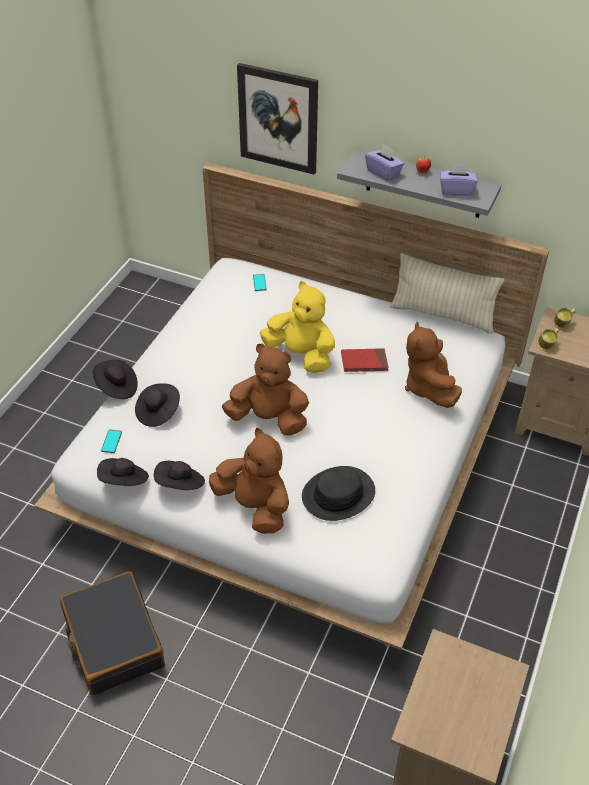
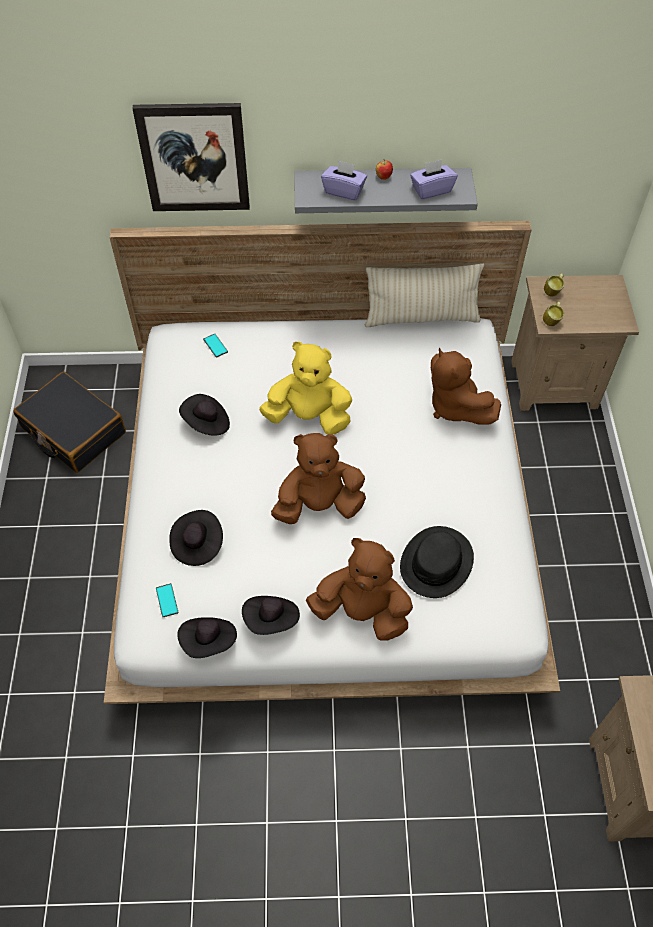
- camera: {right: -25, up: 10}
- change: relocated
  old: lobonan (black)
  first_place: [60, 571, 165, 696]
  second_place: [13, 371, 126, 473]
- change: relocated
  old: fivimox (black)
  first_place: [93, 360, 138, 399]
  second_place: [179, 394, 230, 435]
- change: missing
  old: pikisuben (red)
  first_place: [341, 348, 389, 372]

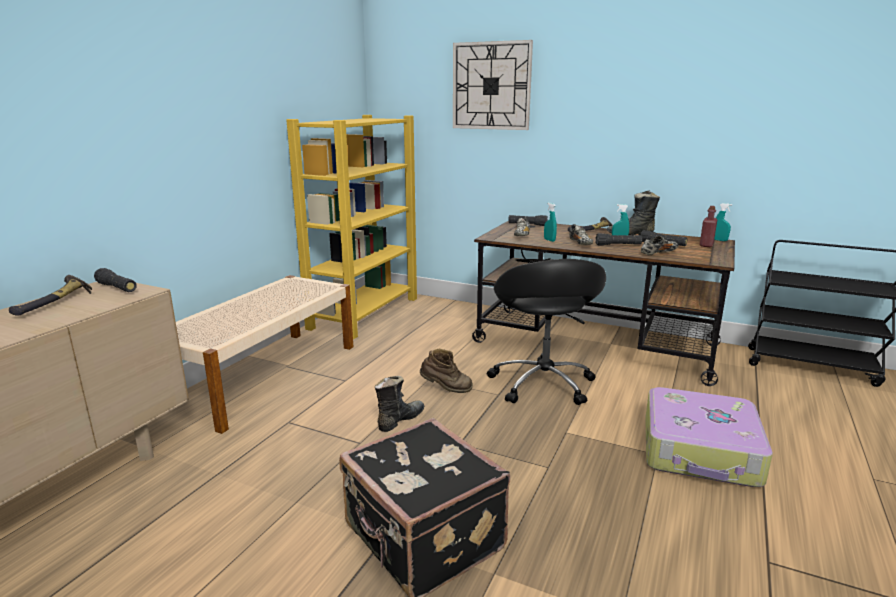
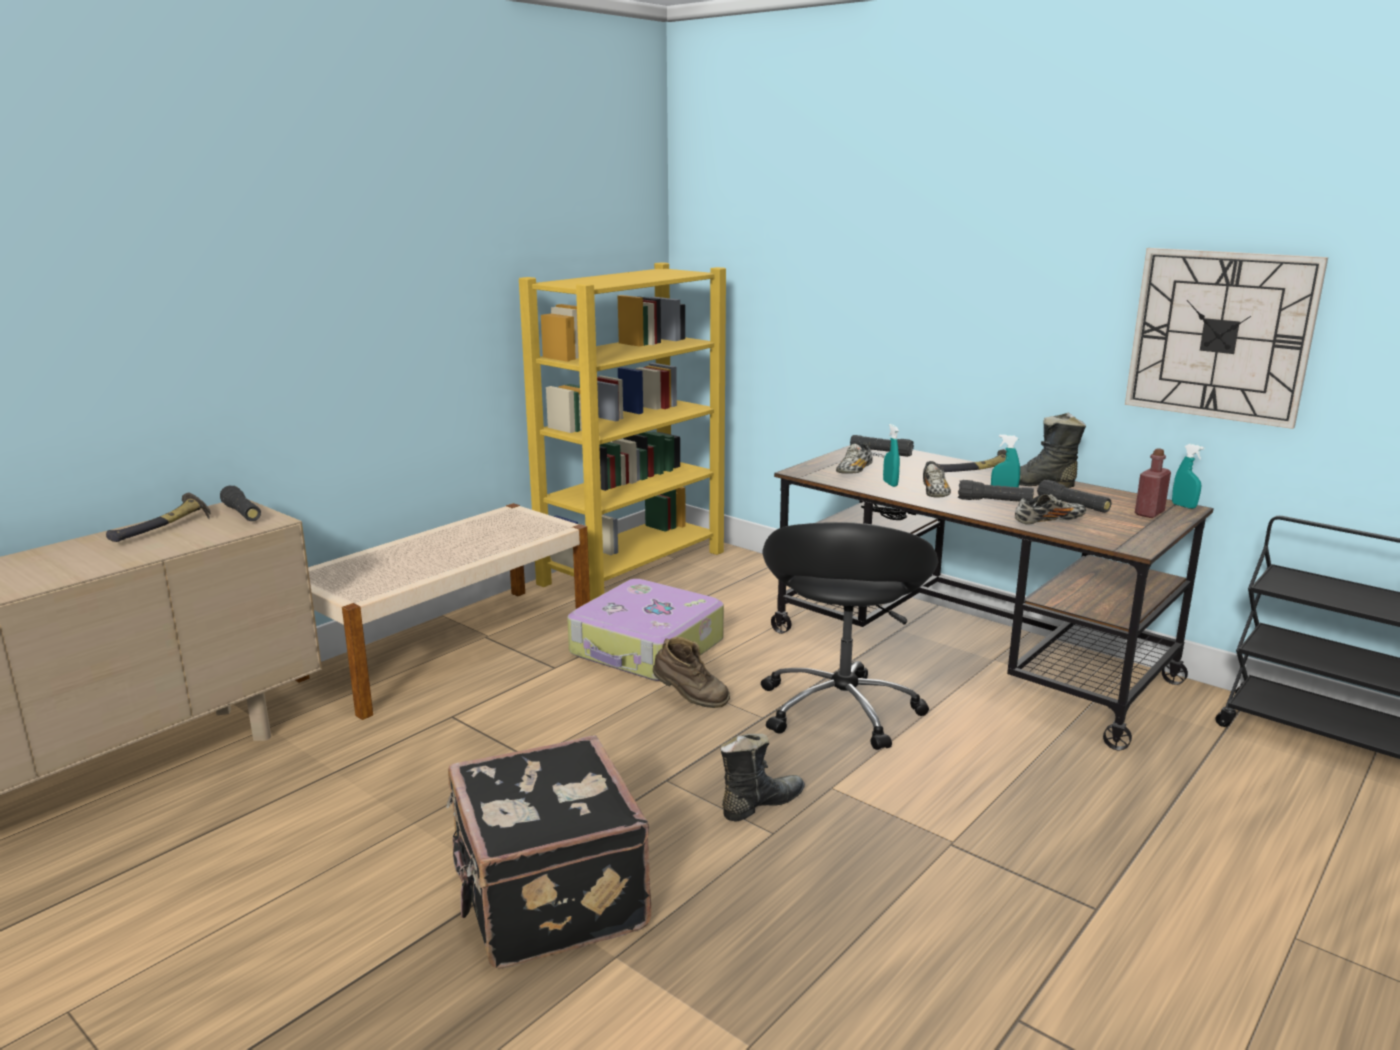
- camera: {right: 15, up: 0}
- change: relocated
  old: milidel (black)
  first_place: [375, 376, 424, 432]
  second_place: [720, 733, 805, 821]
- change: relocated
  old: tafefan
  first_place: [453, 40, 533, 130]
  second_place: [1125, 248, 1328, 429]
- change: relocated
  old: lobonan
  first_place: [645, 387, 773, 487]
  second_place: [567, 579, 724, 681]

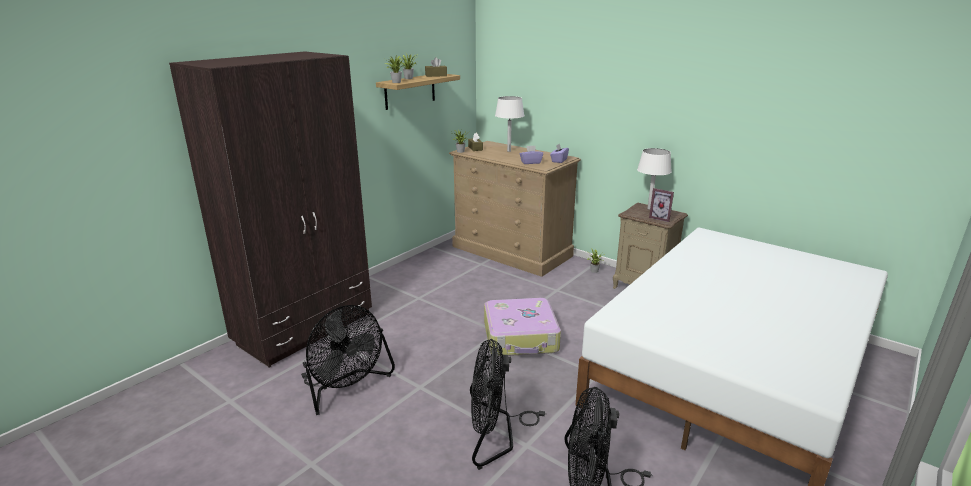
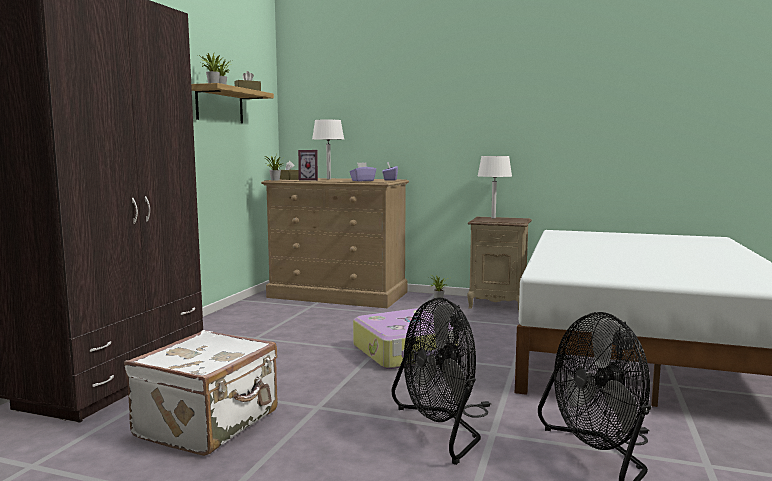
- camera: {right: -20, up: -15}
- change: exchanged
  old: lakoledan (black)
  new: lobonan (white)
  first_place: [301, 305, 395, 415]
  second_place: [124, 330, 278, 456]
- change: relocated
  old: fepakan
  first_place: [649, 188, 674, 222]
  second_place: [298, 150, 318, 181]

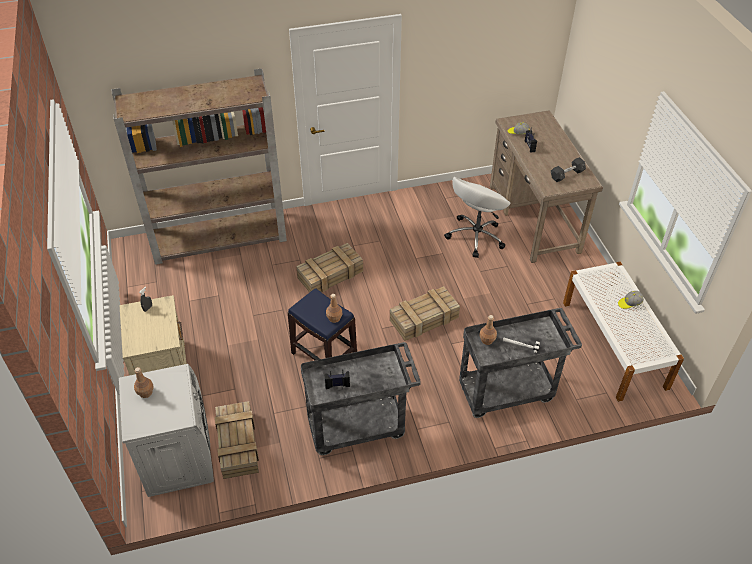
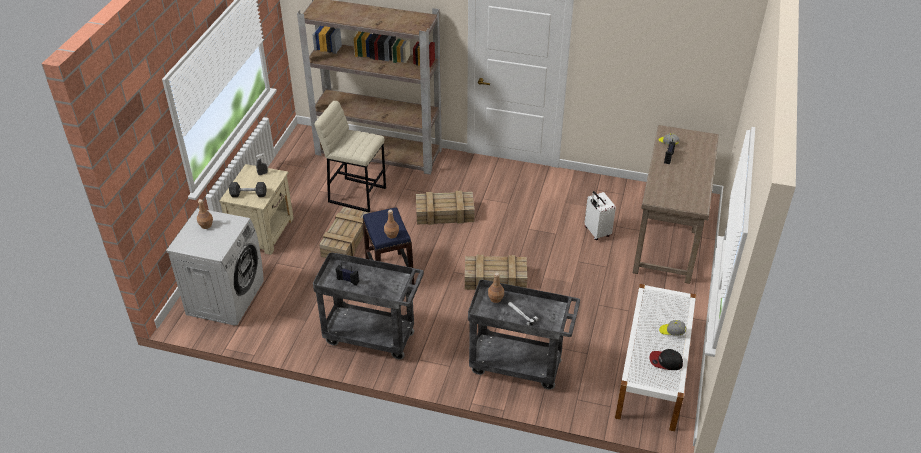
- camera: {right: 30, up: -5}
- change: relocated
  old: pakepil
  first_place: [215, 401, 259, 479]
  second_place: [319, 207, 369, 258]
- change: exchanged
  old: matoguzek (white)
  new: lobonan (white)
  first_place: [444, 177, 510, 258]
  second_place: [585, 191, 616, 240]
- change: relocated
  old: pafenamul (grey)
  first_place: [551, 157, 586, 182]
  second_place: [229, 182, 267, 197]
- change: appeared
  new: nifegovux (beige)
  second_place: [314, 101, 386, 213]
- change: appeared
  new: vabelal
  second_place: [650, 349, 683, 370]

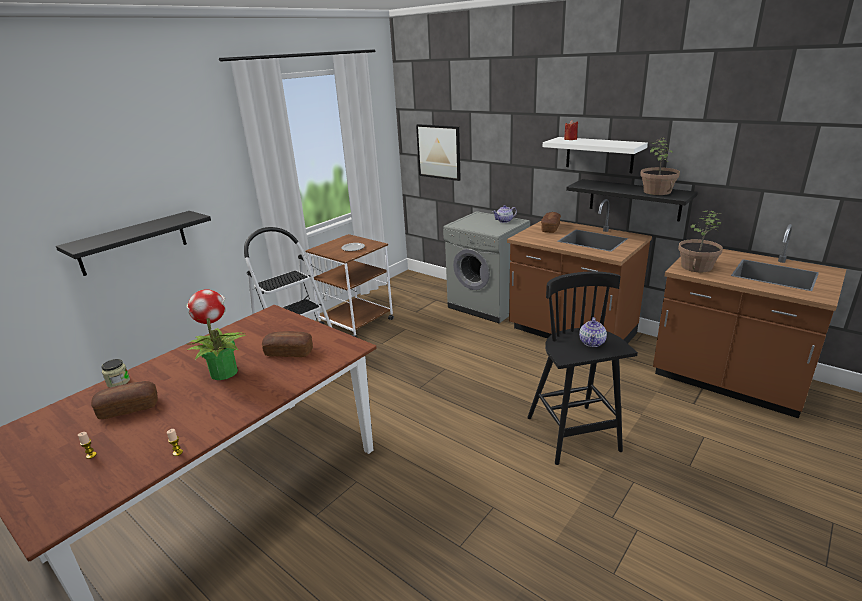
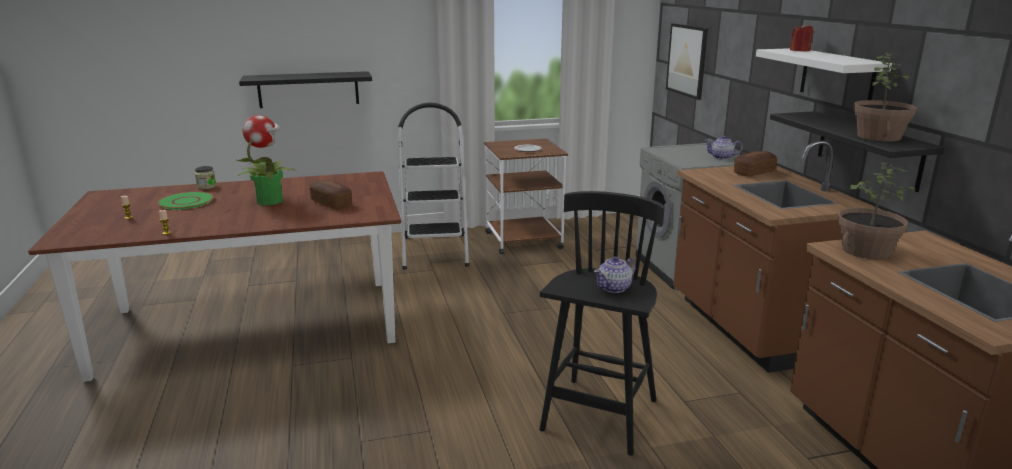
- camera: {right: 35, up: -5}
- change: exchanged
  old: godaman
  new: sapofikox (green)
  first_place: [91, 381, 158, 419]
  second_place: [157, 192, 214, 210]

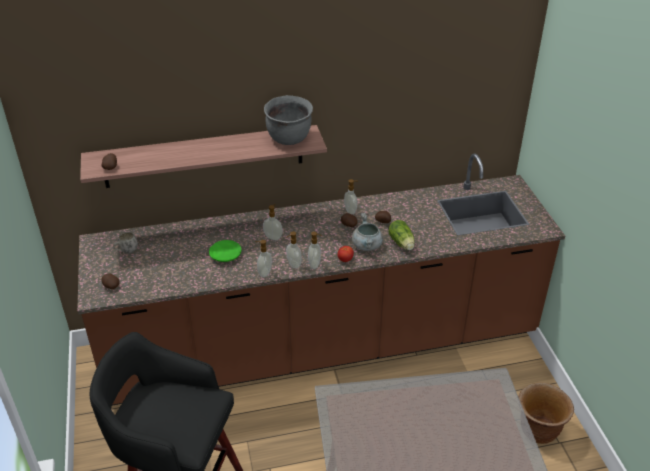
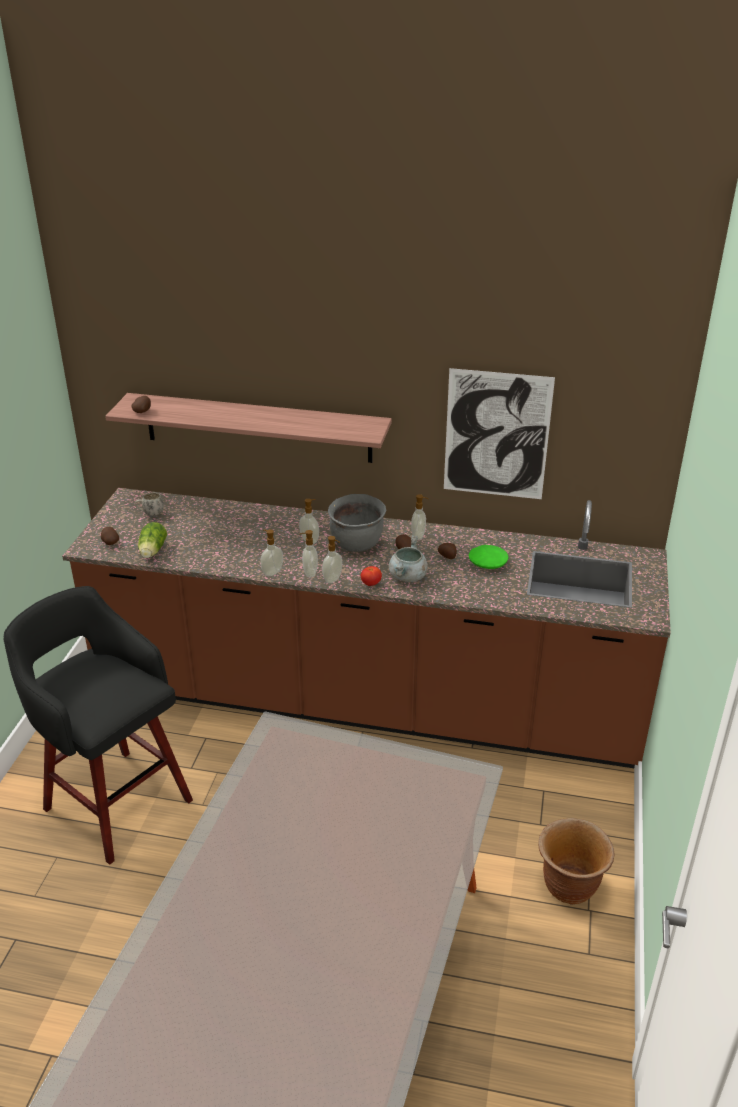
- camera: {right: 25, up: -5}
- change: relocated
  old: sapofikox (green)
  first_place: [209, 240, 241, 262]
  second_place: [469, 545, 508, 569]
- change: relocated
  old: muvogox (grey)
  first_place: [264, 95, 313, 145]
  second_place: [328, 494, 386, 552]
- change: relocated
  old: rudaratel
  first_place: [388, 220, 415, 250]
  second_place: [138, 522, 167, 558]
- change: appeared
  new: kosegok
  second_place: [444, 368, 555, 499]

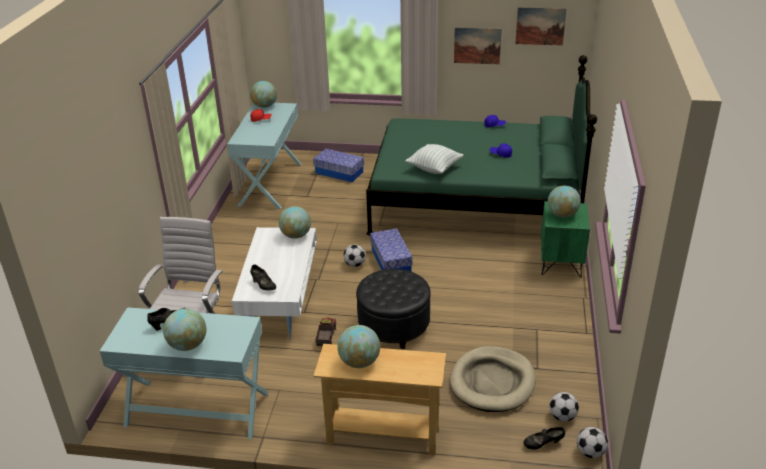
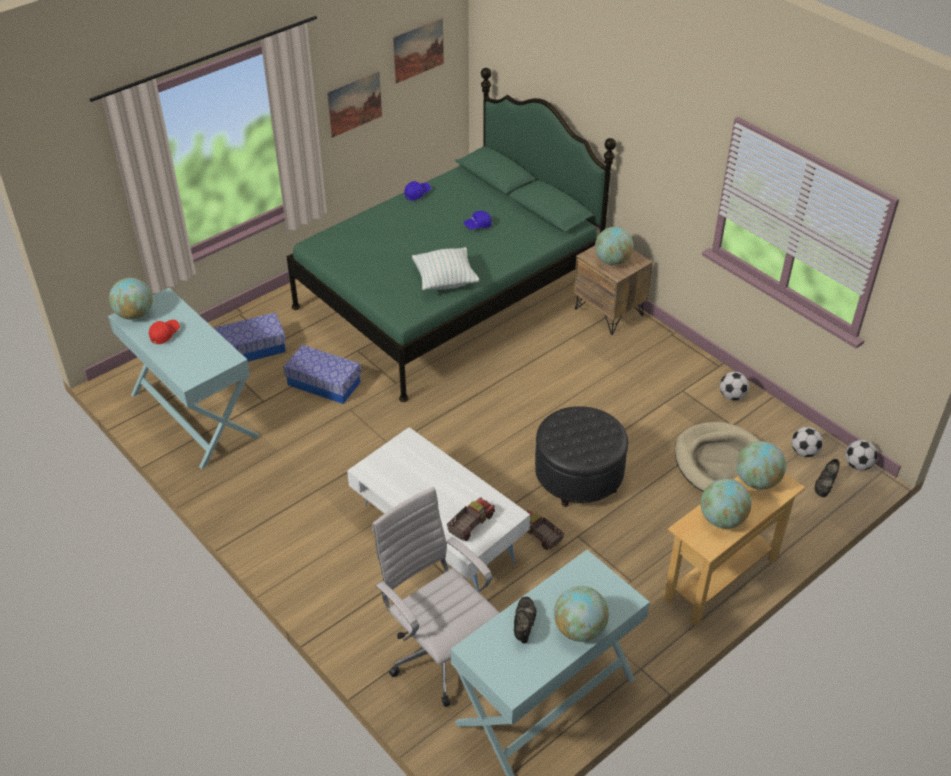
- camera: {right: -50, up: 10}
- change: exchanged
  old: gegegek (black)
  new: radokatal
  first_place: [250, 264, 276, 291]
  second_place: [447, 497, 495, 541]
- change: relocated
  old: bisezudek
  first_place: [279, 206, 311, 239]
  second_place: [736, 441, 786, 490]
- change: relocated
  old: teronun
  first_place: [343, 244, 366, 267]
  second_place: [720, 372, 749, 400]
- change: relocated
  old: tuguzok
  first_place: [370, 228, 413, 272]
  second_place: [283, 345, 361, 404]
- change: colour
  old: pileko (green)
  new: pileko (brown)
  first_place: [541, 201, 590, 277]
  second_place: [574, 246, 653, 335]

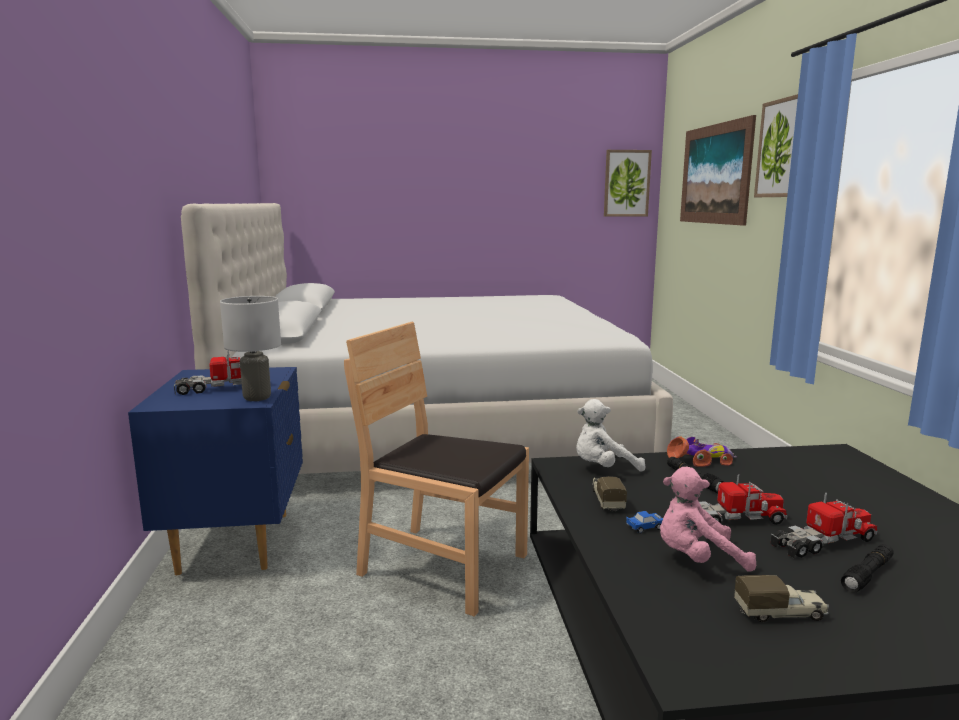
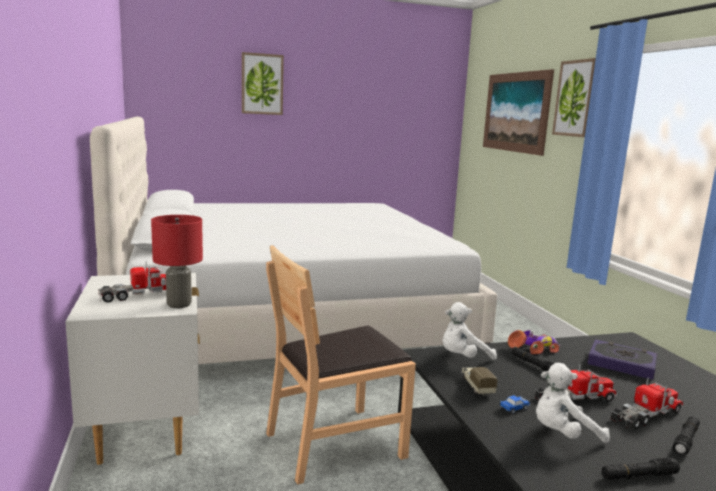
- camera: {right: -10, up: 0}
- change: colour
  old: pileko (blue)
  new: pileko (white)
  first_place: [128, 367, 303, 575]
  second_place: [65, 273, 200, 465]
- change: colour
  old: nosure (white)
  new: nosure (red)
  first_place: [220, 296, 281, 401]
  second_place: [151, 215, 203, 308]
- change: spun
  old: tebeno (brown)
  first_place: [344, 322, 529, 617]
  second_place: [266, 245, 416, 485]
  degrees: -45
- change: relocated
  old: kosegok
  first_place: [604, 150, 652, 217]
  second_place: [242, 52, 284, 115]
- change: colour
  old: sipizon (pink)
  new: sipizon (white)
  first_place: [660, 467, 756, 572]
  second_place: [536, 363, 610, 443]
- change: exchanged
  old: radokatal
  new: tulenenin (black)
  first_place: [734, 575, 829, 622]
  second_place: [602, 458, 680, 480]
- change: appeared
  new: pikisuben
  second_place: [587, 339, 657, 380]

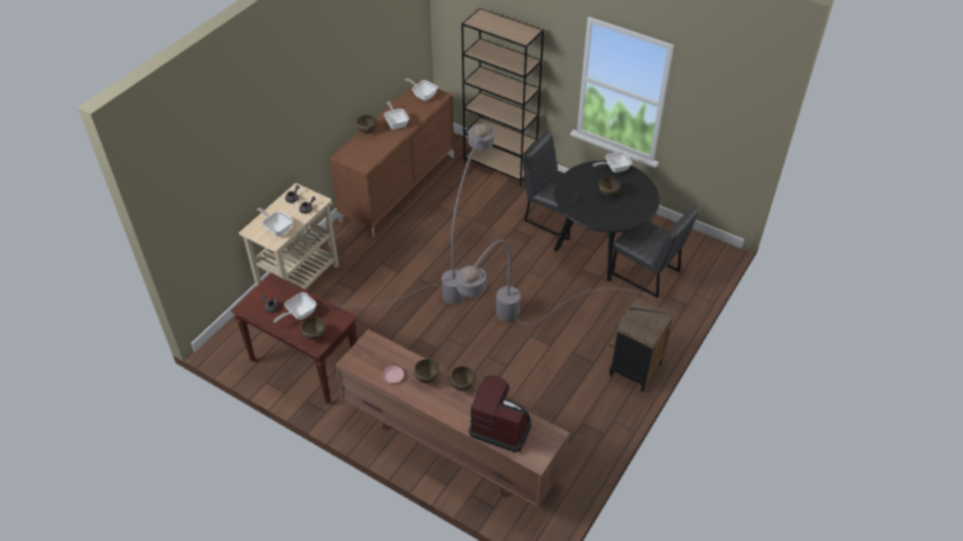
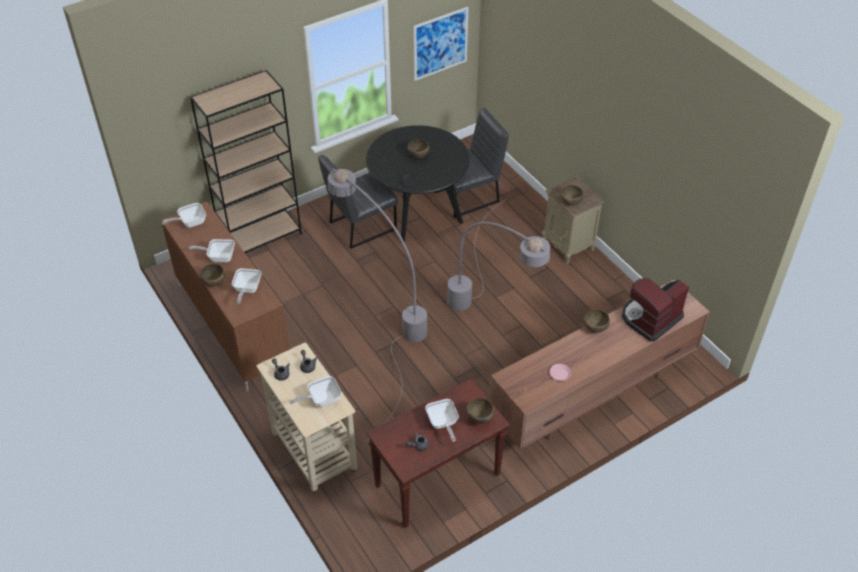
- camera: {right: -65, up: 0}
- change: relocated
  old: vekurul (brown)
  first_place: [413, 359, 440, 384]
  second_place: [561, 185, 584, 205]
- change: relocated
  old: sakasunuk
  first_place: [593, 151, 632, 173]
  second_place: [232, 268, 262, 304]
- change: colour
  old: pileko (black)
  new: pileko (beige)
  first_place: [609, 298, 674, 392]
  second_place: [542, 176, 604, 264]
- change: appeared
  new: kosegok
  second_place: [413, 7, 469, 81]

